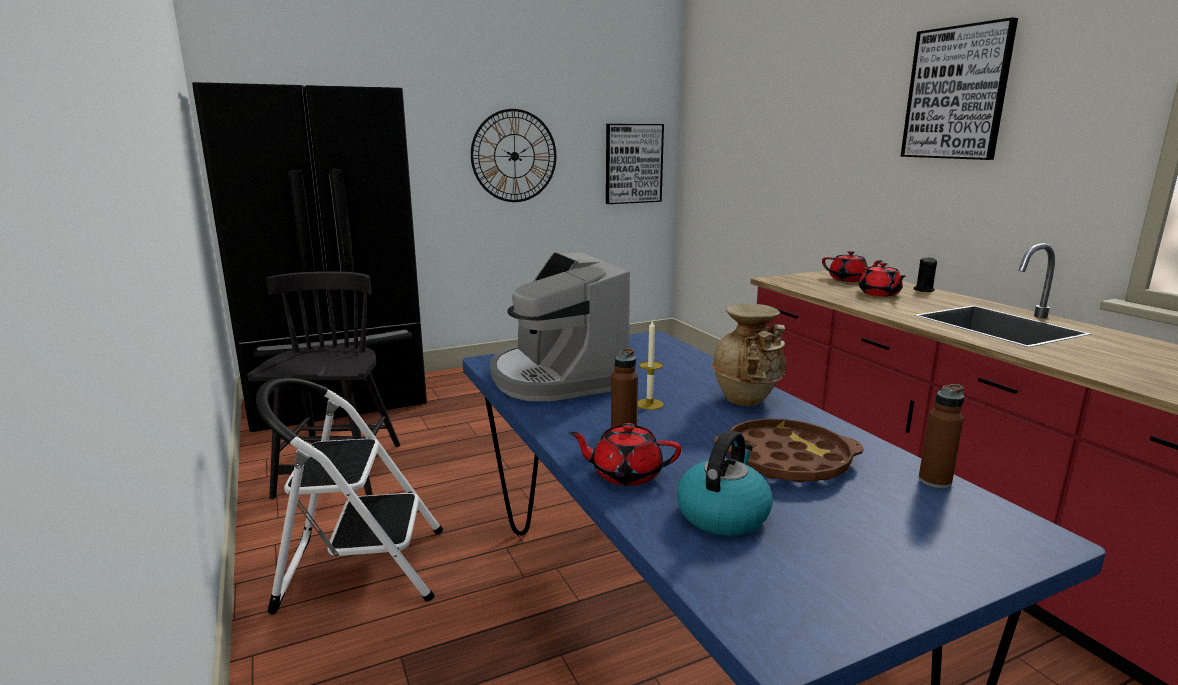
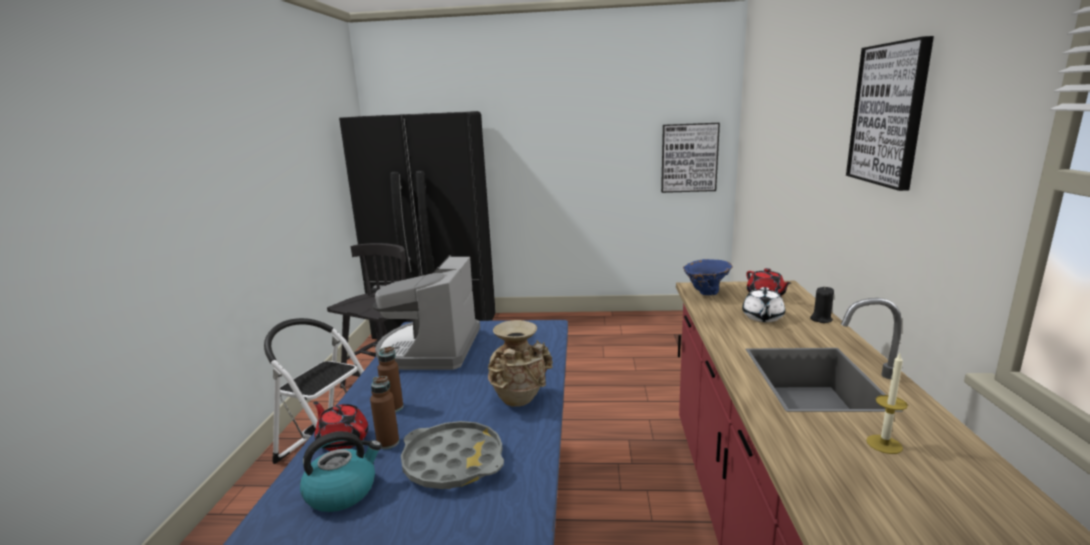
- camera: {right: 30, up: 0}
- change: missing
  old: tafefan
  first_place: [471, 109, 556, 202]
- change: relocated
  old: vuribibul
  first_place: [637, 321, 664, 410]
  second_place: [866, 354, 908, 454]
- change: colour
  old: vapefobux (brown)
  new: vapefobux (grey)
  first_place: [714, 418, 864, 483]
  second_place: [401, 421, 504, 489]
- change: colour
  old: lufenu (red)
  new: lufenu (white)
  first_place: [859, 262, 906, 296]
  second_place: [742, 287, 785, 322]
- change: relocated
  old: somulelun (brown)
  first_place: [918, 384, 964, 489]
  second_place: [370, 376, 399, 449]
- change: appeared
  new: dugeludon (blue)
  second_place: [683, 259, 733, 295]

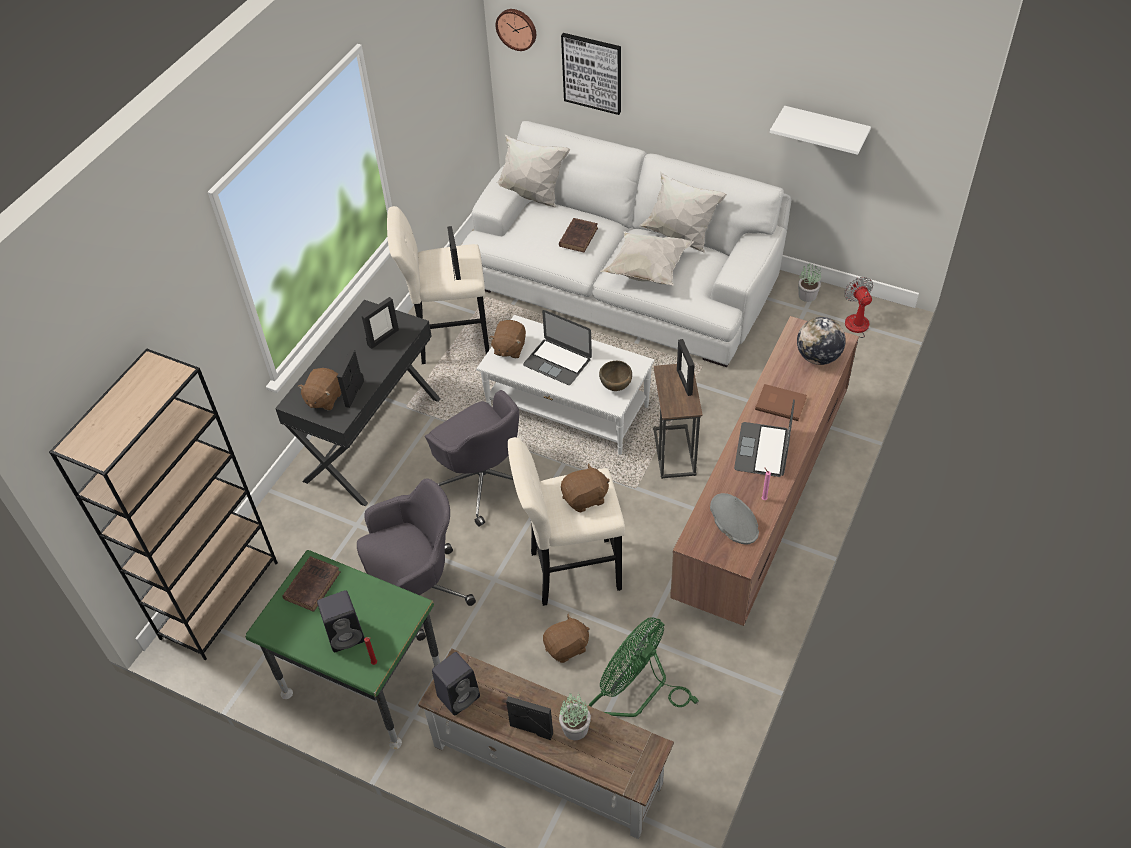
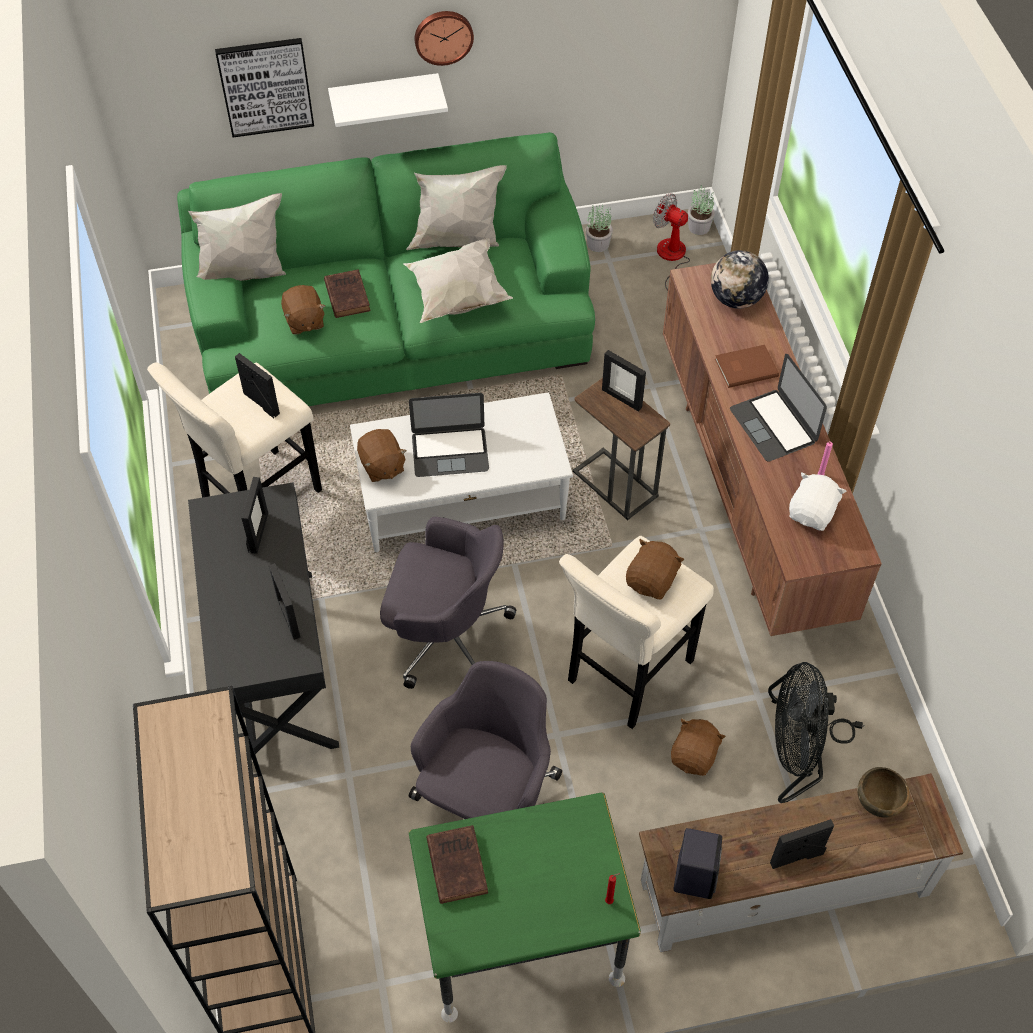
- camera: {right: -40, up: 5}
- change: relocated
  old: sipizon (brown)
  first_place: [298, 368, 342, 410]
  second_place: [281, 285, 325, 335]
- change: missing
  old: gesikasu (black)
  first_place: [317, 590, 365, 652]
- change: colour
  old: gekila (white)
  new: gekila (green)
  first_place: [462, 121, 791, 367]
  second_place: [177, 132, 595, 406]
- change: relocated
  old: tafefan
  first_place: [496, 9, 536, 51]
  second_place: [414, 11, 474, 66]
- change: relocated
  old: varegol
  first_place: [559, 694, 591, 740]
  second_place: [688, 185, 715, 235]
- change: colour
  old: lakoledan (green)
  new: lakoledan (black)
  first_place: [589, 617, 699, 717]
  second_place: [768, 662, 865, 803]
- change: relocated
  old: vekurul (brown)
  first_place: [599, 361, 632, 391]
  second_place: [857, 767, 910, 818]
- change: exchanged
  old: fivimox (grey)
  new: sipizon (white)
  first_place: [710, 493, 759, 544]
  second_place: [789, 472, 847, 531]
- change: relocated
  old: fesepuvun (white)
  first_place: [770, 106, 871, 155]
  second_place: [328, 73, 448, 127]

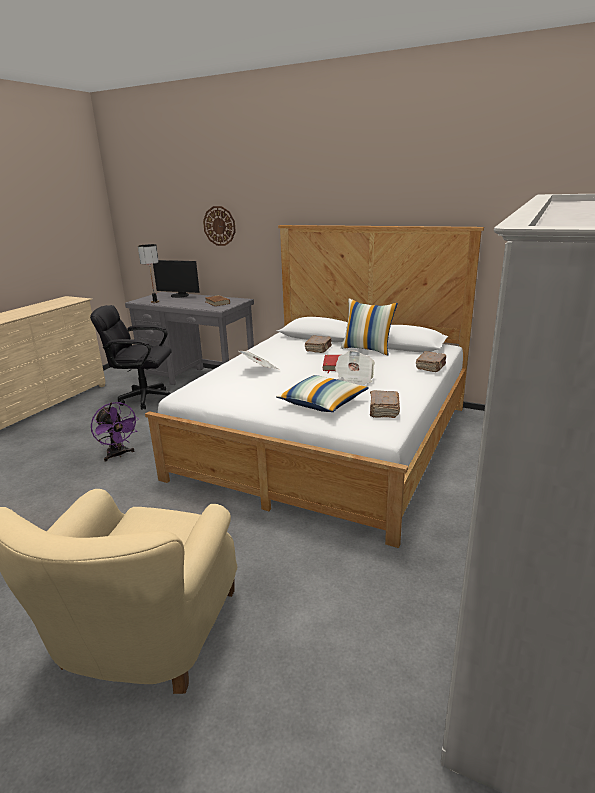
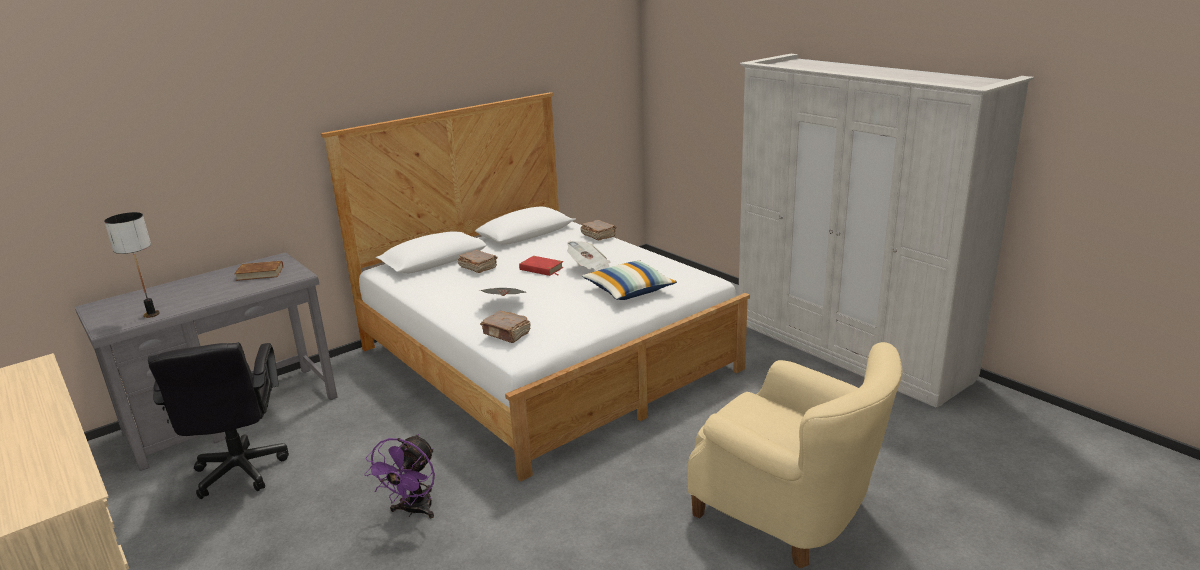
- camera: {right: -65, up: 0}
- change: spun
  old: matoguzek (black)
  first_place: [90, 305, 172, 410]
  second_place: [148, 342, 289, 499]
  degrees: -45
- change: spun
  old: lakoledan (purple)
  first_place: [91, 402, 139, 462]
  second_place: [364, 434, 435, 518]
  degrees: 120
- change: missing
  old: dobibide
  first_place: [153, 260, 200, 298]
- change: missing
  old: tafefan
  first_place: [203, 206, 236, 246]
- change: missing
  old: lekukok
  first_place: [341, 298, 398, 356]
- change: relocated
  old: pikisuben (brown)
  first_place: [370, 390, 400, 418]
  second_place: [480, 311, 530, 343]

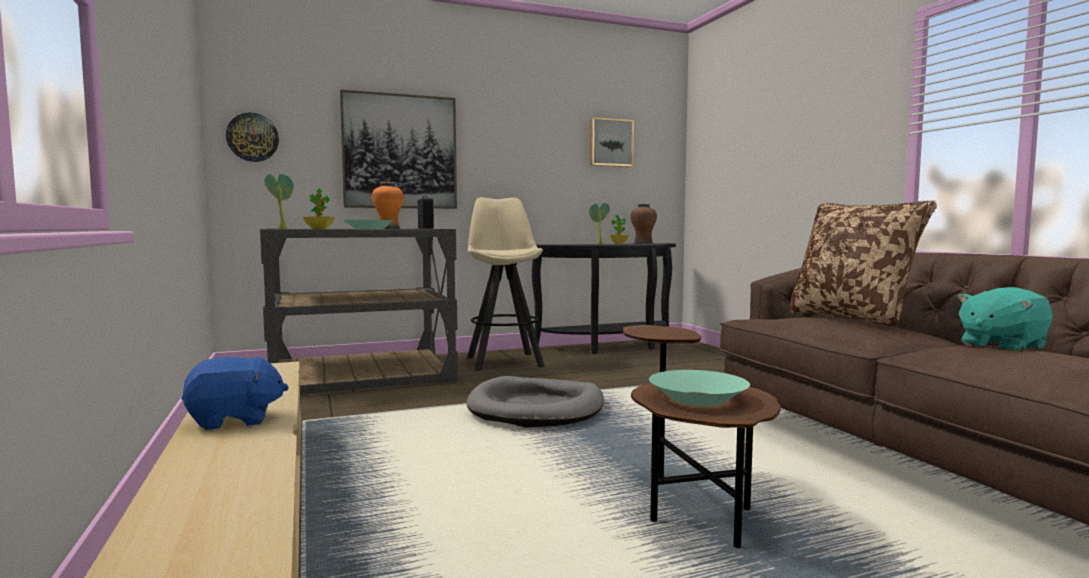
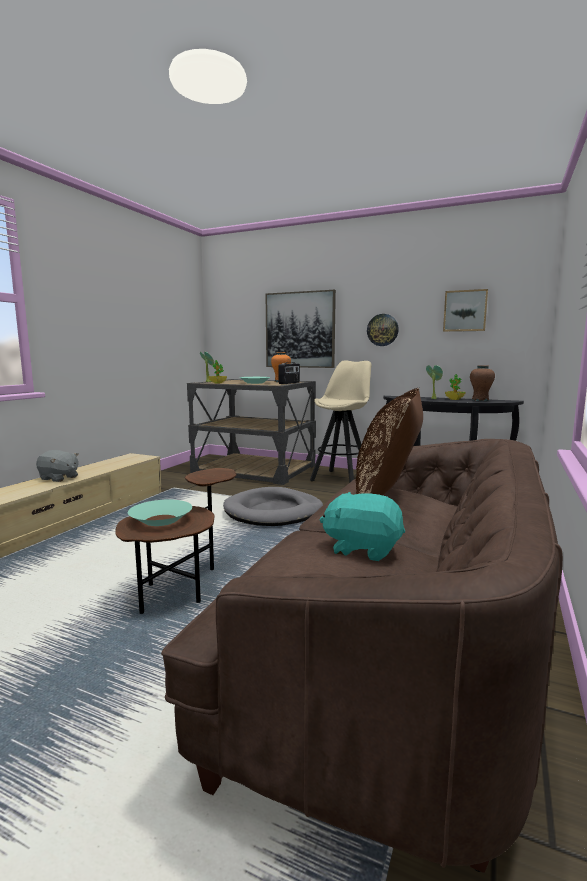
- camera: {right: 45, up: 5}
- change: colour
  old: sipizon (blue)
  new: sipizon (grey)
  first_place: [182, 357, 289, 430]
  second_place: [36, 450, 79, 482]
- change: relocated
  old: tafefan
  first_place: [226, 112, 279, 162]
  second_place: [367, 314, 399, 346]

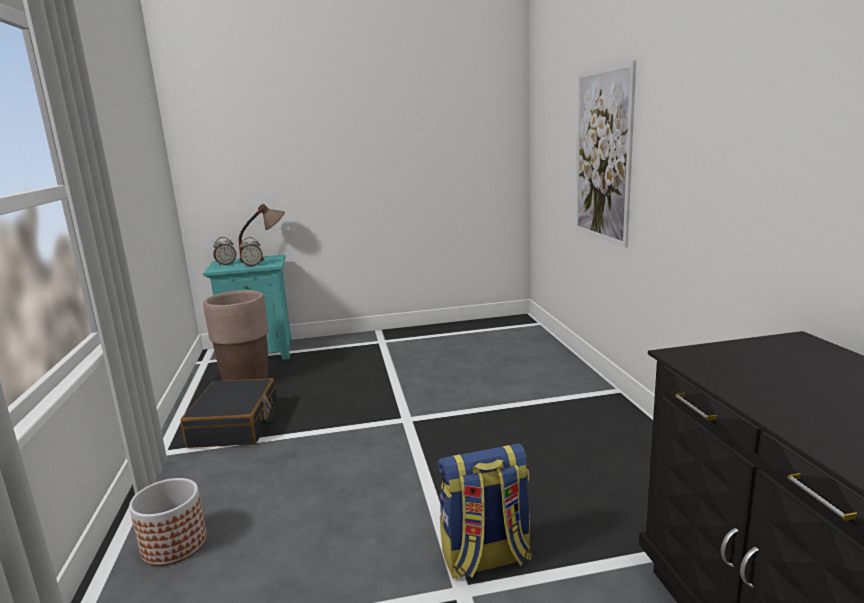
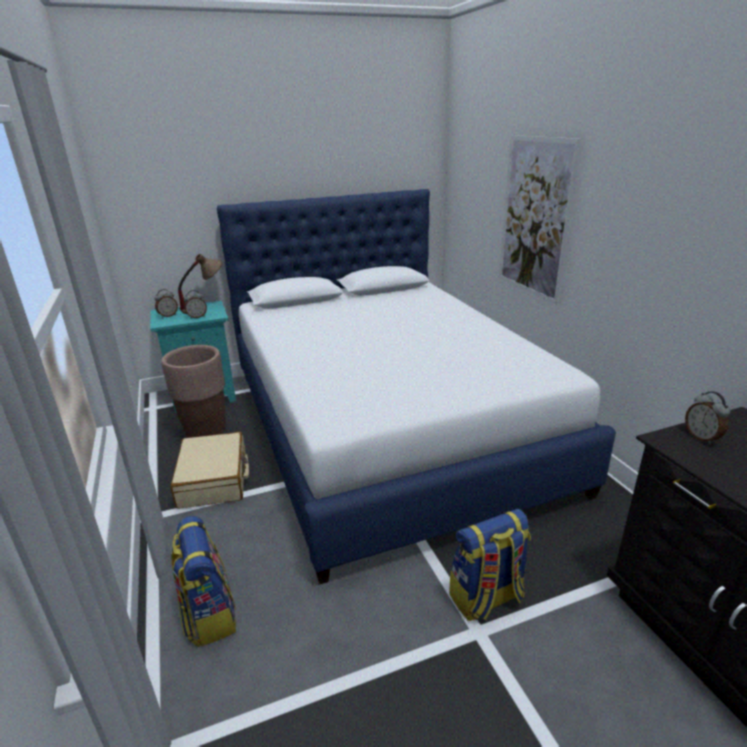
- camera: {right: -10, up: 10}
- change: exchanged
  old: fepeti
  new: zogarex
  first_place: [129, 478, 207, 566]
  second_place: [171, 516, 236, 647]
- change: colour
  old: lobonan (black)
  new: lobonan (beige)
  first_place: [181, 378, 278, 448]
  second_place: [170, 432, 249, 509]
- change: appeared
  new: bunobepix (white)
  second_place: [217, 189, 616, 584]
- change: appeared
  new: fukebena
  second_place: [685, 391, 731, 445]

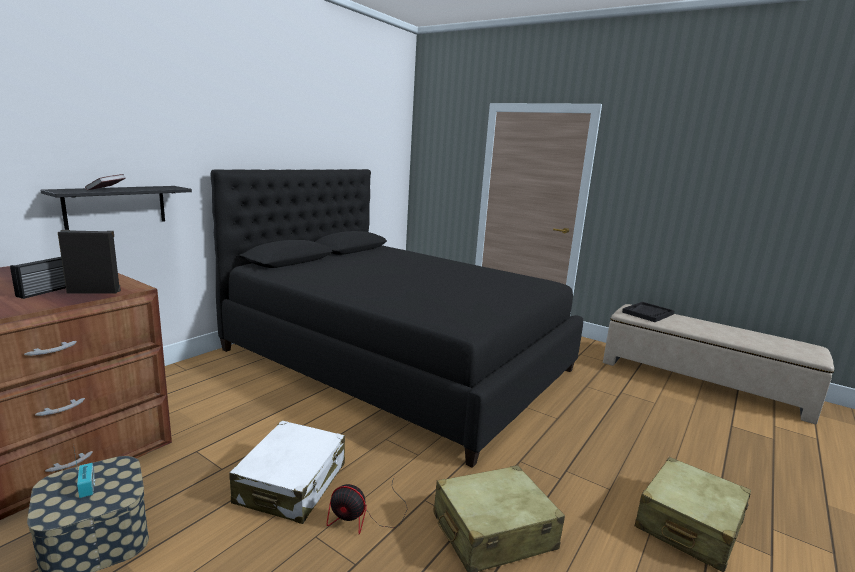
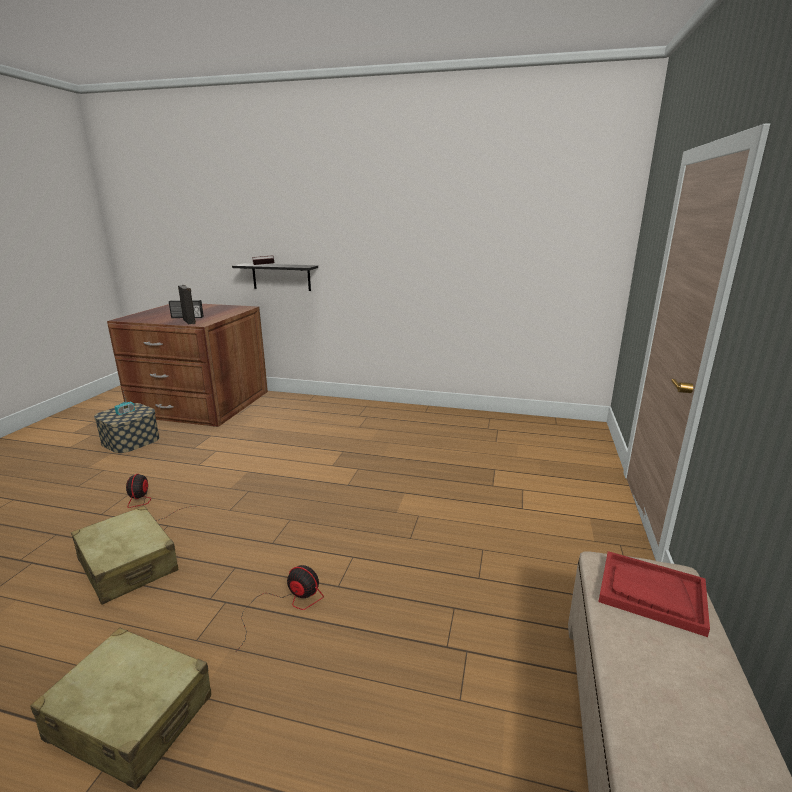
- camera: {right: 70, up: 5}
- change: missing
  old: bunobepix (black)
  first_place: [211, 169, 583, 468]
- change: missing
  old: lobonan (white)
  first_place: [229, 421, 345, 524]
- change: colour
  old: vapefobux (black)
  new: vapefobux (red)
  first_place: [622, 302, 675, 322]
  second_place: [598, 551, 710, 637]
- change: appeared
  new: lakoledan
  second_place: [238, 565, 324, 649]

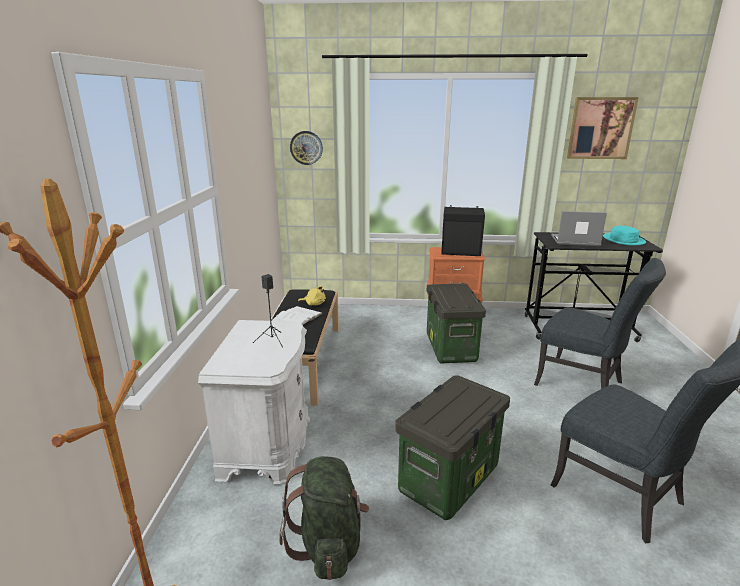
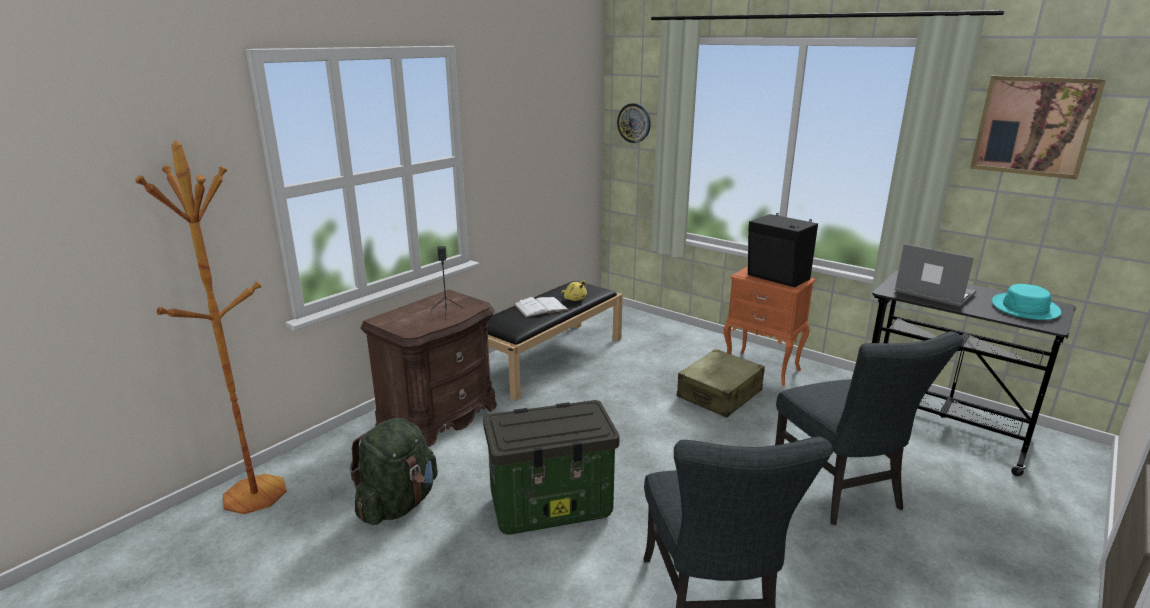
- camera: {right: 35, up: 0}
- change: colour
  old: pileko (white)
  new: pileko (brown)
  first_place: [198, 320, 310, 484]
  second_place: [361, 290, 497, 447]
- change: exchanged
  old: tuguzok
  new: lobonan (beige)
  first_place: [427, 284, 486, 363]
  second_place: [677, 349, 765, 418]

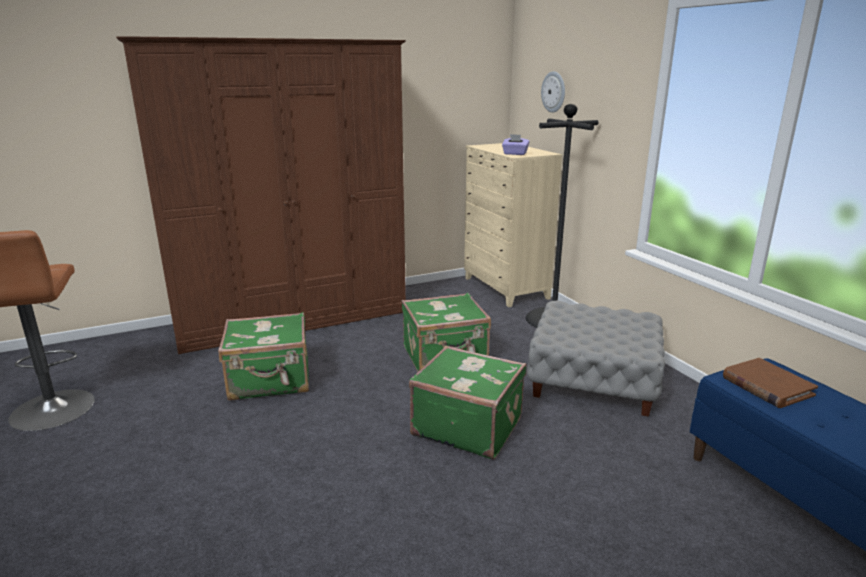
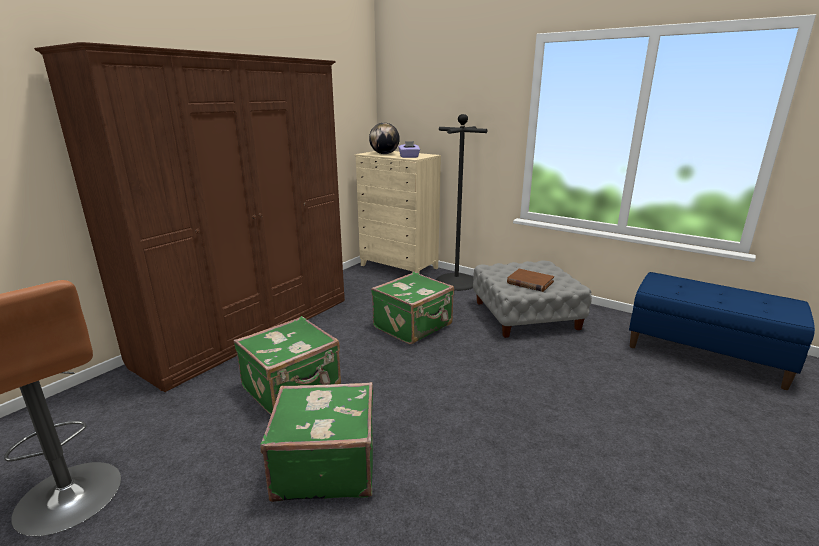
- camera: {right: -30, up: 0}
- change: relocated
  old: lobonan (green)
  first_place: [409, 346, 526, 459]
  second_place: [260, 382, 374, 502]
- change: missing
  old: tafefan
  first_place: [541, 71, 565, 113]
- change: relocated
  old: pikisuben (brown)
  first_place: [723, 358, 818, 408]
  second_place: [507, 269, 554, 292]
- change: appeared
  new: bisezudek
  second_place: [369, 123, 400, 154]

